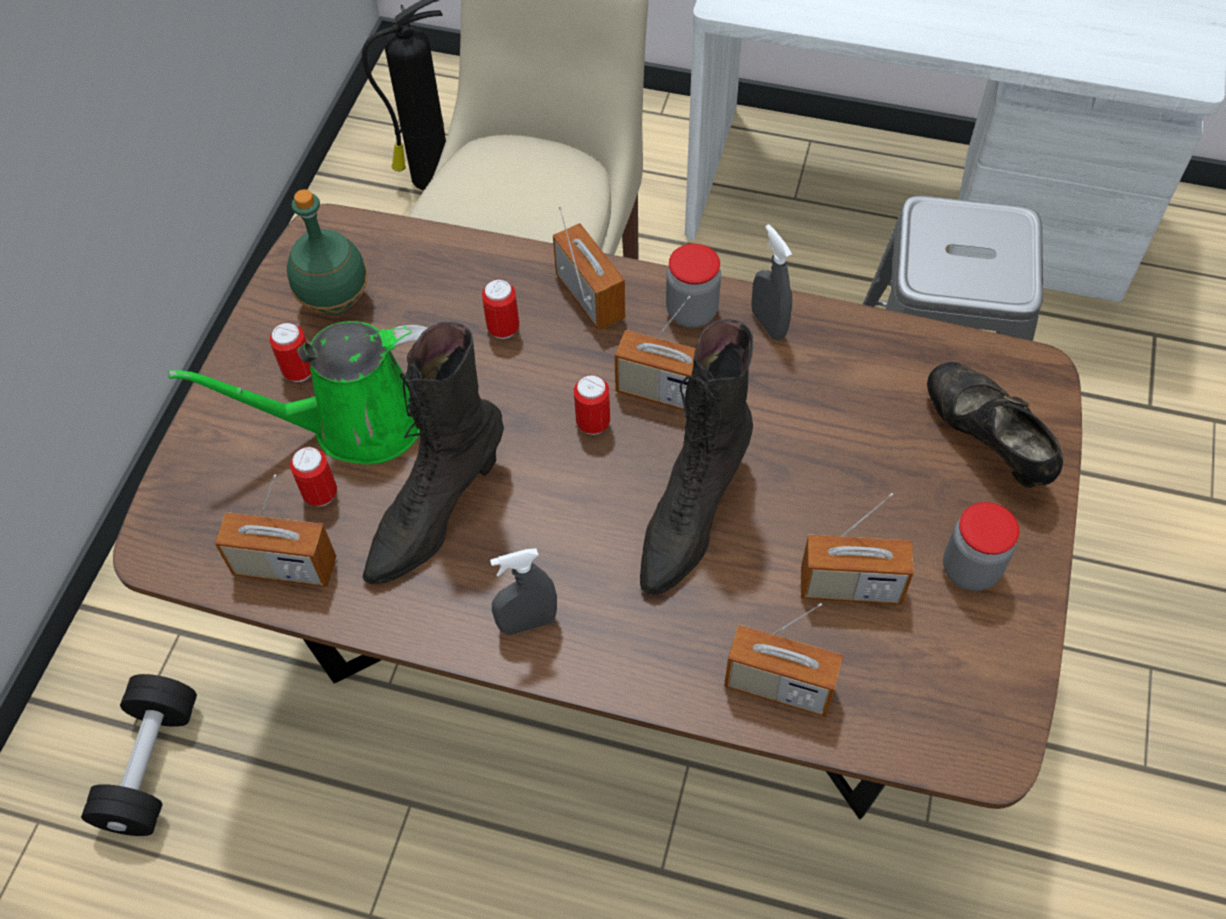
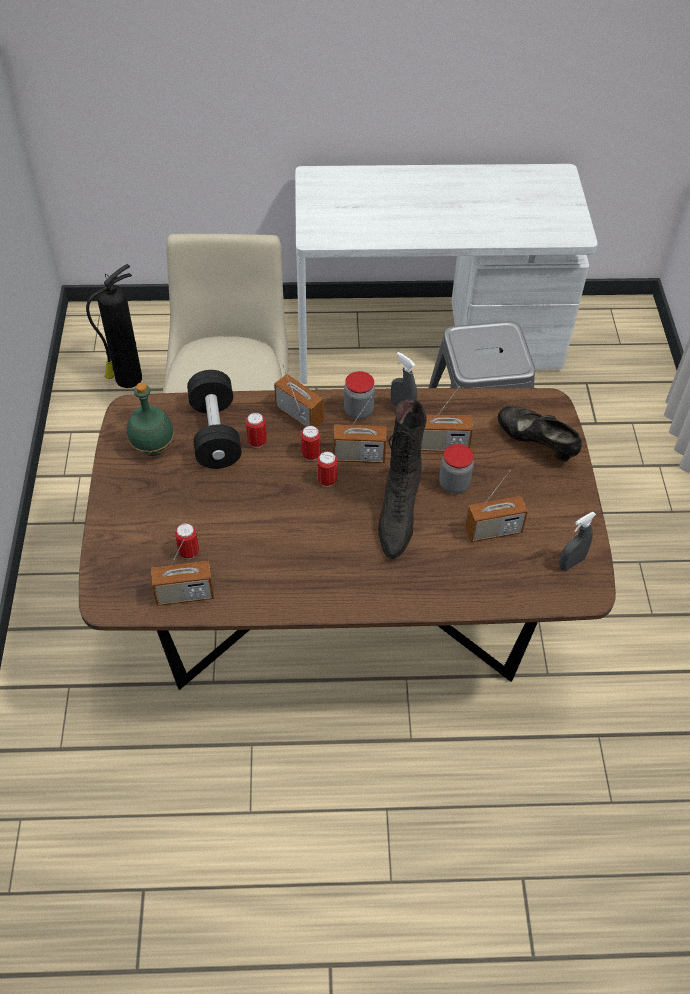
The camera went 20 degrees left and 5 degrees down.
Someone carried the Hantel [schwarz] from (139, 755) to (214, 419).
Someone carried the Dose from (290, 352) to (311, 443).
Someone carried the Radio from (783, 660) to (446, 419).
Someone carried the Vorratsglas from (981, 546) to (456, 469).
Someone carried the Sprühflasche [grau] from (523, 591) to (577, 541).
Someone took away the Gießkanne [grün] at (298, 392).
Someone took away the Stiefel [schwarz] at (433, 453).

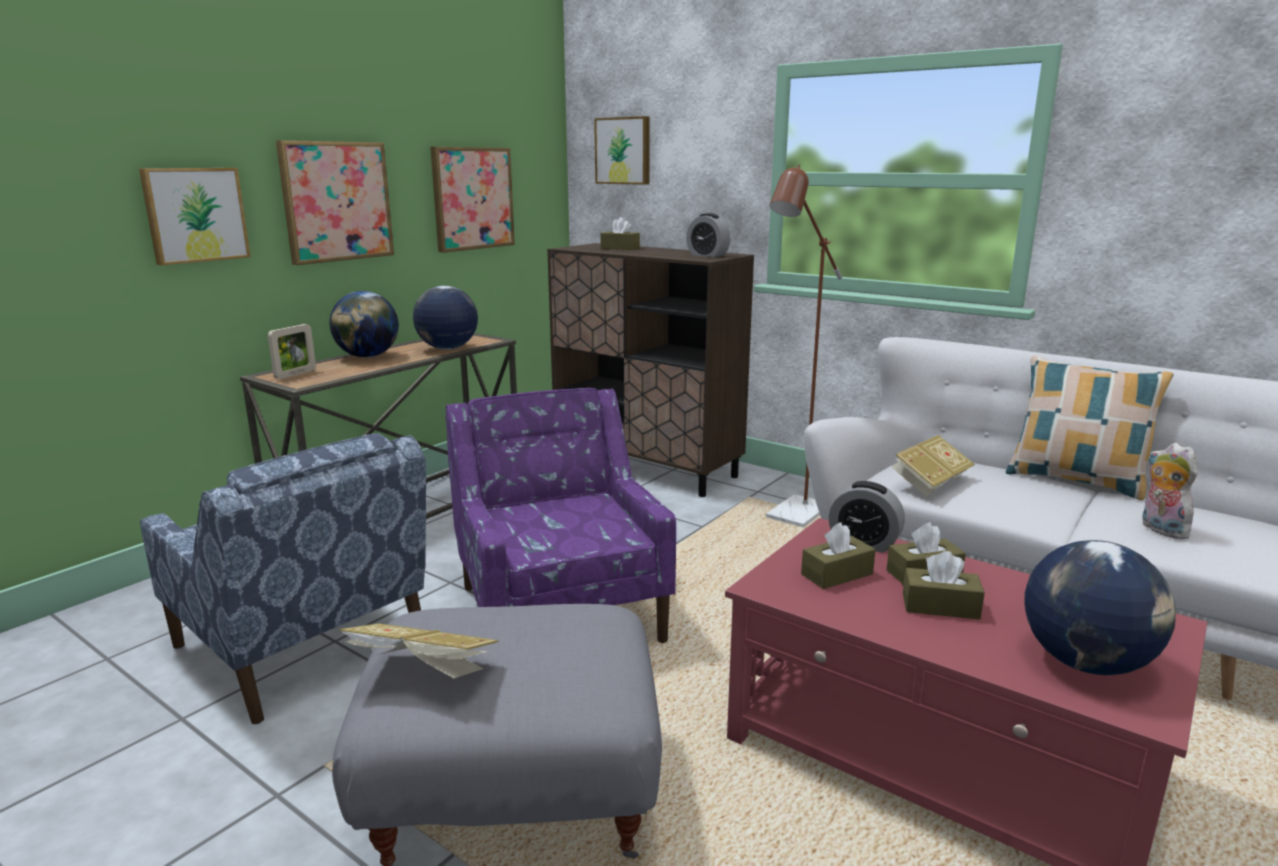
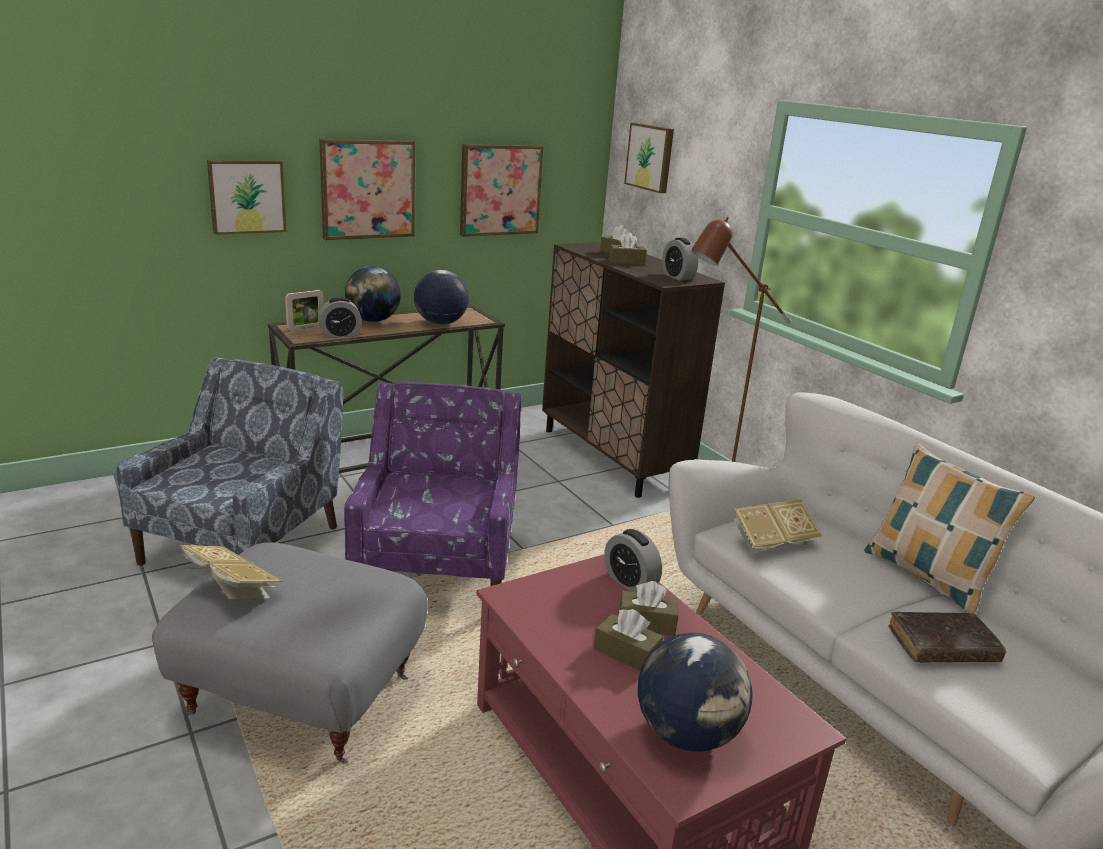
The camera went 20 degrees right and 5 degrees up.
Someone rotated the Sessel [blau] at (283, 578) by 135 degrees counterclockwise.
Someone put down the Wecker at (340, 317).
Someone carried the Taschentuchbox [braun] from (838, 555) to (628, 248).
Someone swapped the Plüschtier at (1170, 491) for the Buch [braun] at (947, 637).

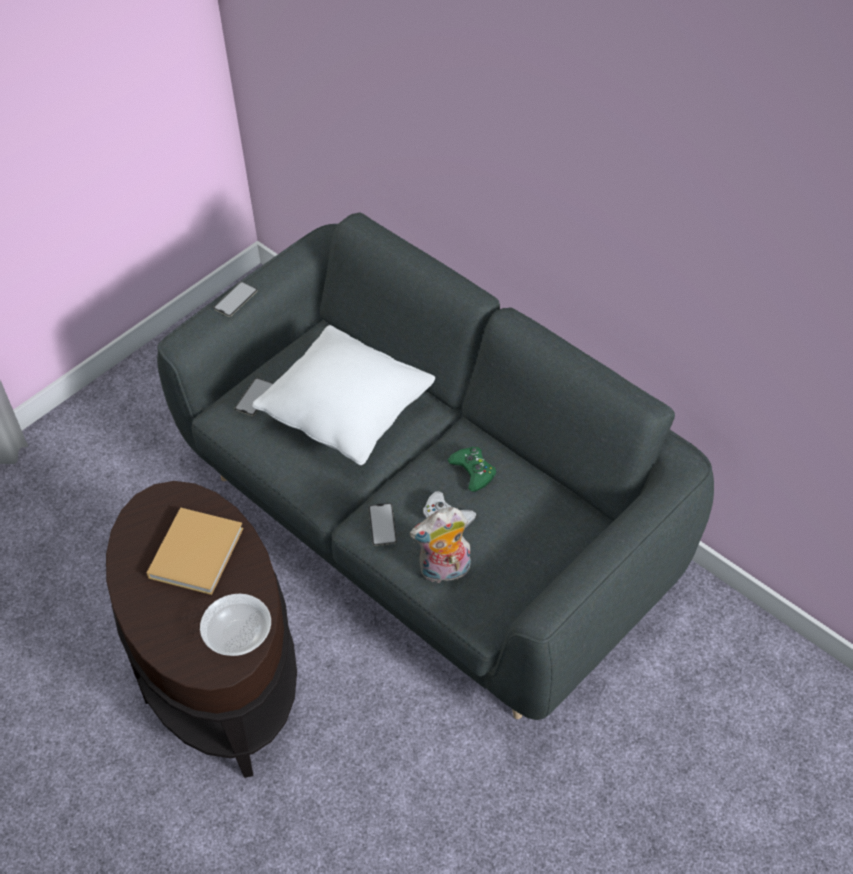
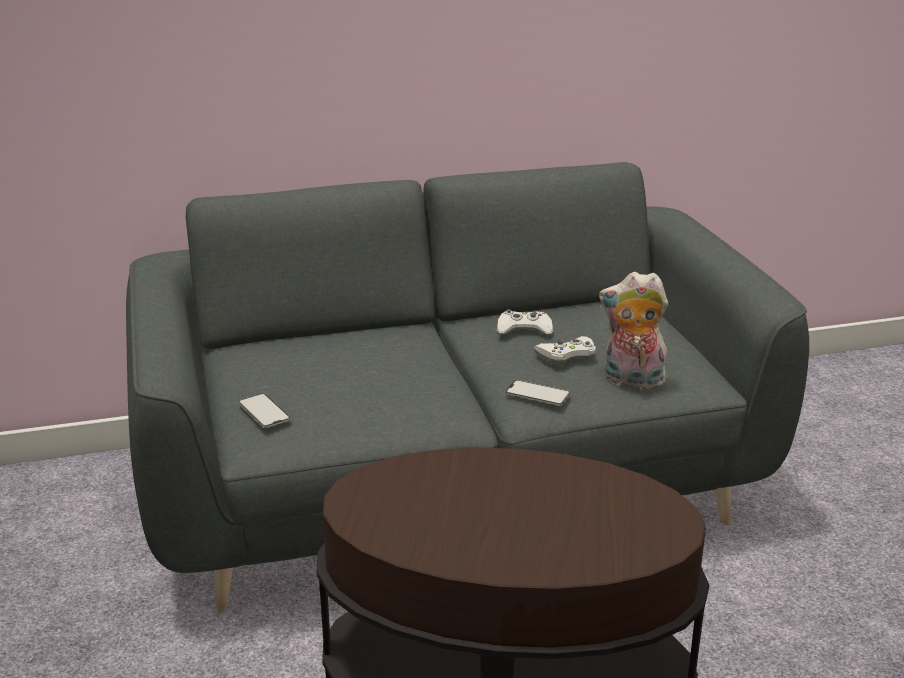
The camera went 60 degrees left and 25 degrees down.
Someone repainted the Gamepad [grün] at (472, 469), which became the Gamepad [weiß] at (525, 322).
Someone rotated the Plüschtier at (440, 545) by 90 degrees clockwise.
Someone took away the Buch [beige] at (195, 551).
Someone took away the Schüssel at (235, 625).
Someone took away the Handy at (235, 299).
Someone took away the Kissen [weiß] at (343, 395).

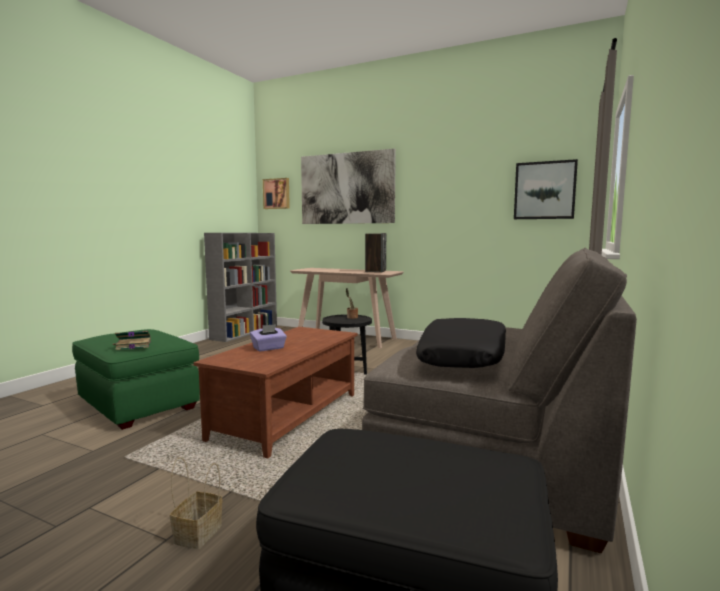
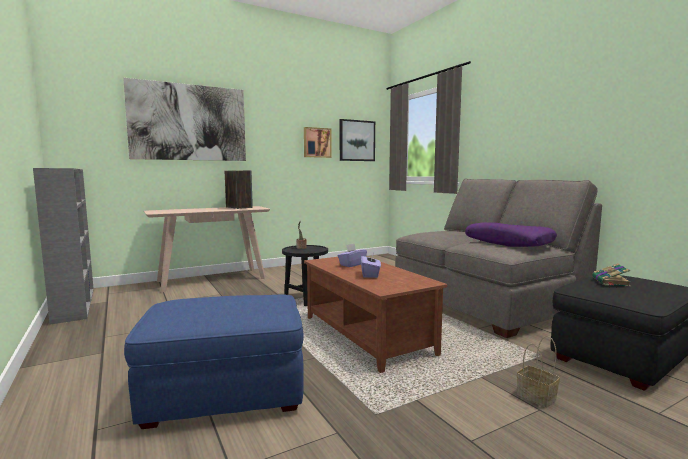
The camera went 55 degrees left and 0 degrees up.
Someone repainted the Polsterhocker [grün] at (136, 379), which became the Polsterhocker [blau] at (214, 361).
Someone carried the Bild from (276, 193) to (318, 142).
Someone put down the Taschentuchbox [lila] at (352, 255).
Someone repainted the Kissen [schwarz] at (461, 343), which became the Kissen [lila] at (511, 234).
Someone carried the Buch from (132, 340) to (611, 275).

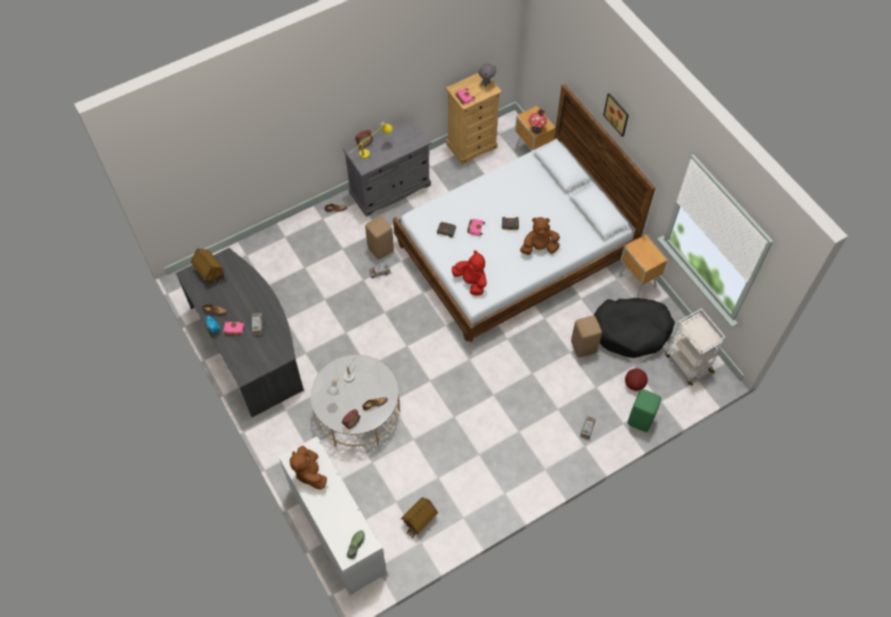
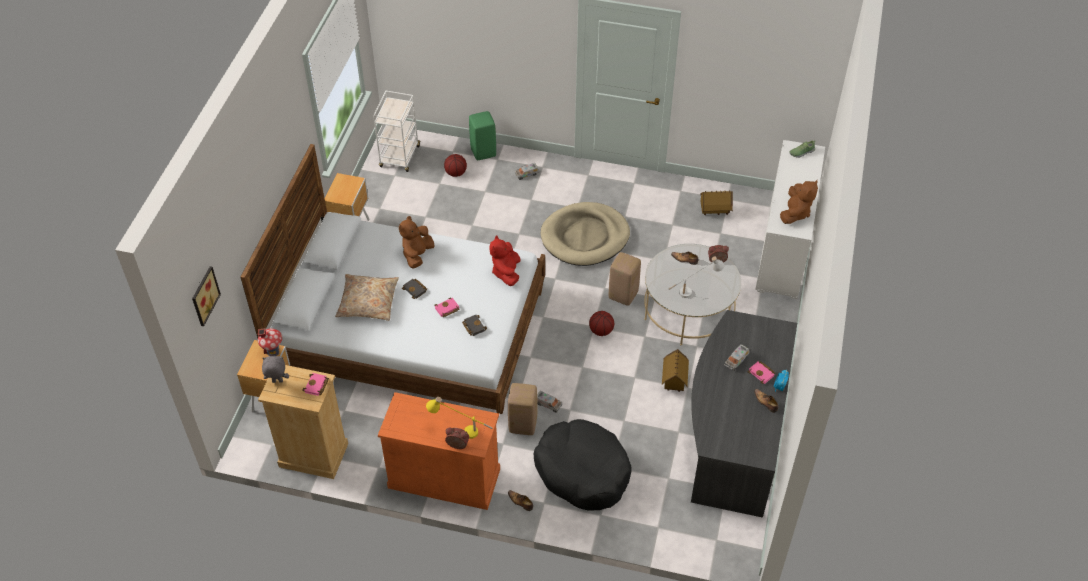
The camera went 135 degrees left and 10 degrees down.
Someone carried the Bild from (616, 115) to (206, 296).
Someone put down the Kissen [beige] at (367, 297).
Someone repainted the Schrank [grau] at (387, 167), which became the Schrank [orange] at (439, 451).
Someone rotated the Plüschtier [braun] at (540, 236) by 75 degrees clockwise.
Someone carried the Hundebett [schwarz] from (634, 328) to (583, 464).
Someone put down the Hundebett [beige] at (585, 234).
Someone put down the Basketball at (601, 323).
Someone carried the Hocker [beige] from (586, 336) to (625, 279).
Someone carried the Spielzeughaus from (208, 267) to (675, 370).

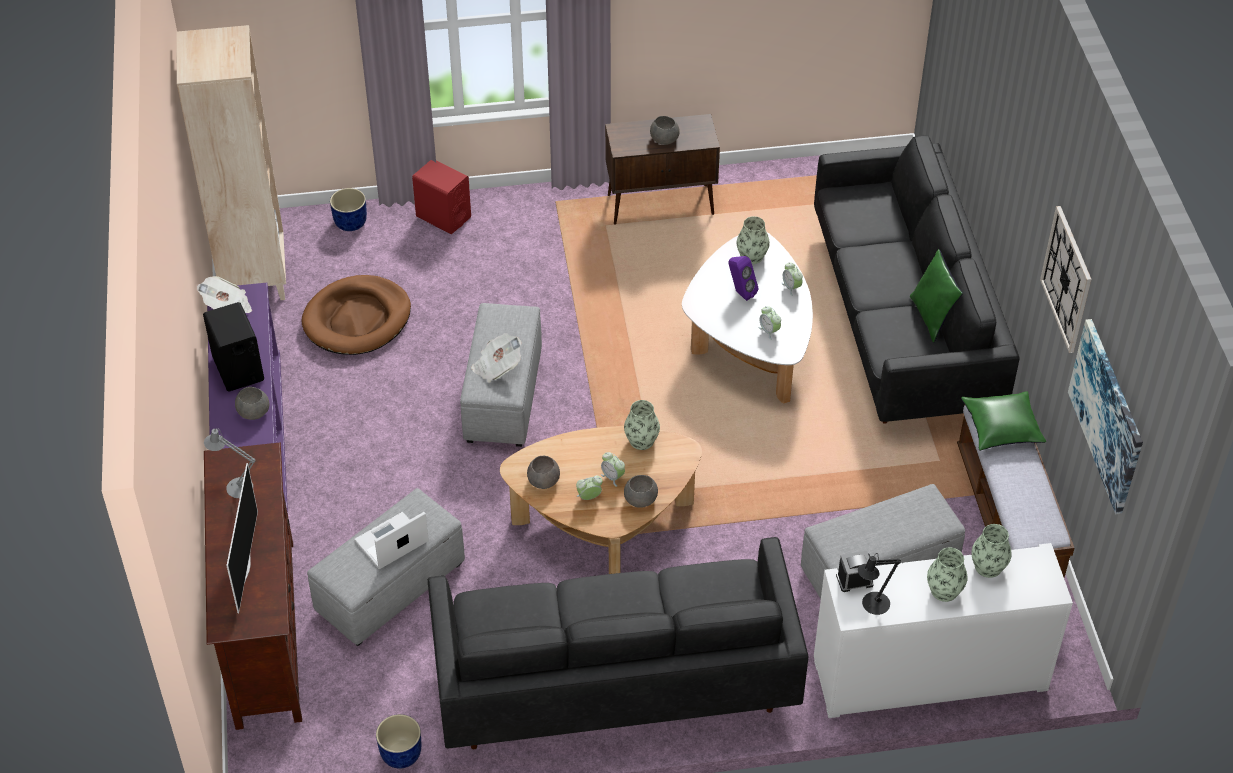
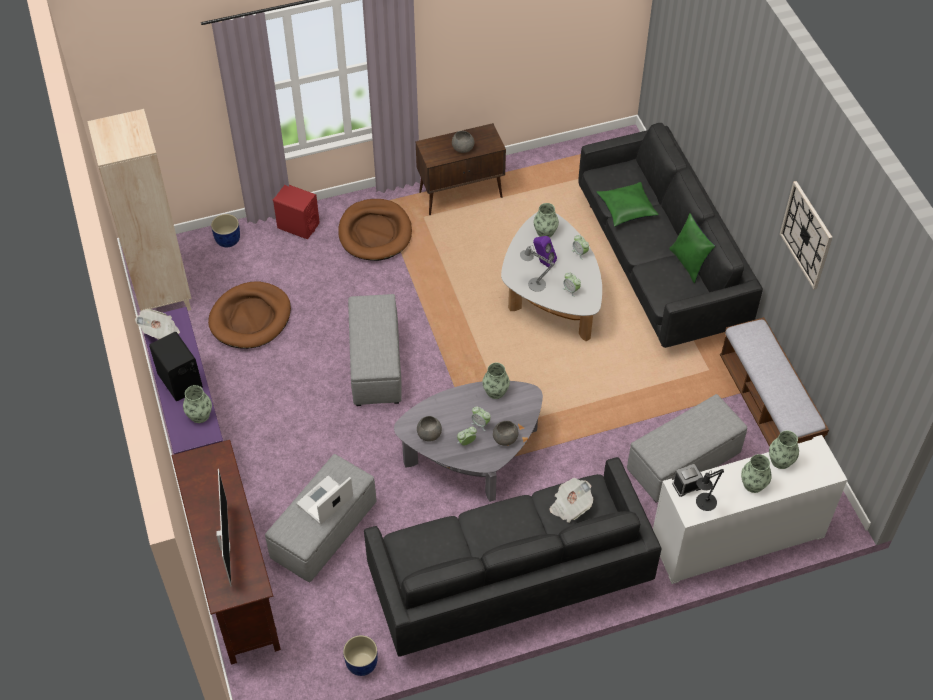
The camera went 10 degrees left and 5 degrees up.
Someone swapped the Schüssel [grau] at (252, 403) for the Vase at (197, 404).
Someone put down the Hundebett [braun] at (375, 230).
Someone repainted the Couchtisch [braun] at (601, 500), which became the Couchtisch [grau] at (468, 441).
Someone carried the Tischlampe [grau] from (230, 463) to (537, 268).
Someone carried the Zeitung from (496, 358) to (571, 500).
Someone carried the Kissen [grün] from (1003, 421) to (627, 204).
Someone took away the Bild at (1105, 416).

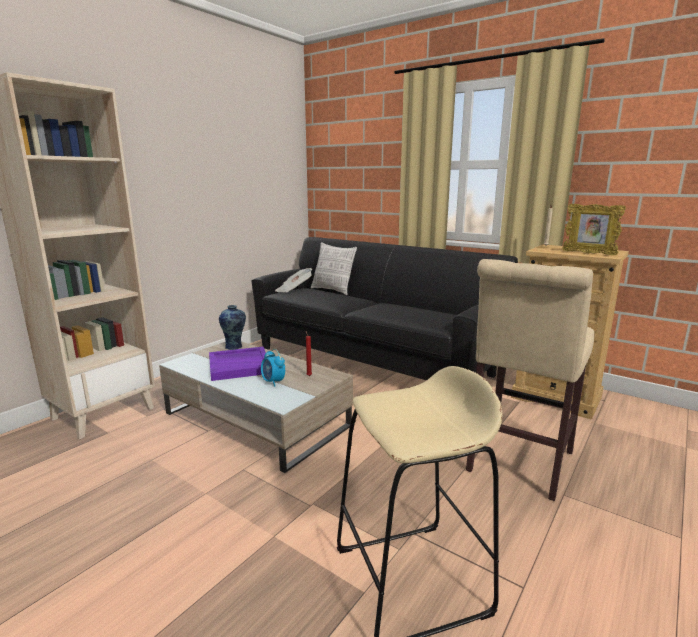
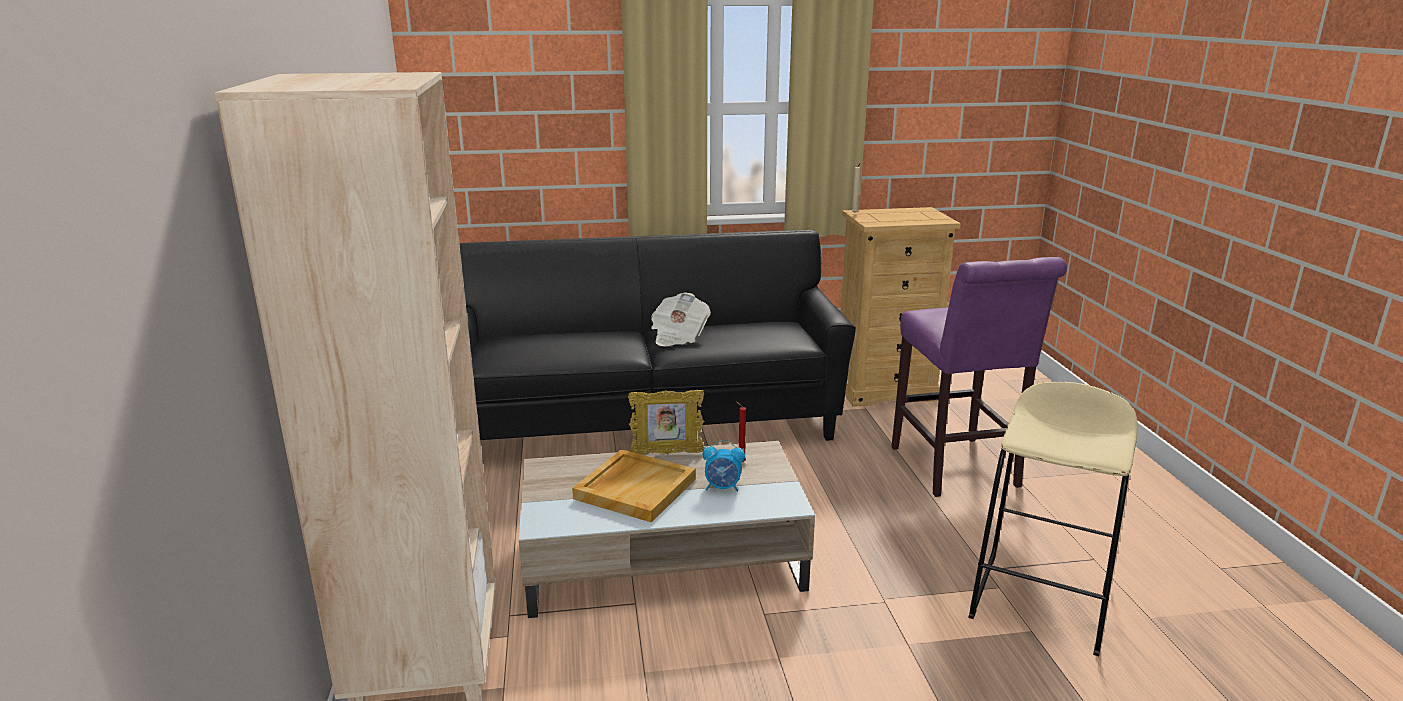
The camera went 45 degrees left and 5 degrees up.
Someone repainted the Tablett [lila] at (237, 364), which became the Tablett [beige] at (634, 486).
Someone carried the Bilderrahmen from (594, 229) to (666, 422).
Someone carried the Zeitung from (293, 280) to (681, 319).
Someone repainted the Hocker [beige] at (530, 380), which became the Hocker [lila] at (979, 377).
Someone took away the Vase at (232, 327).
Someone took away the Kissen at (334, 268).

